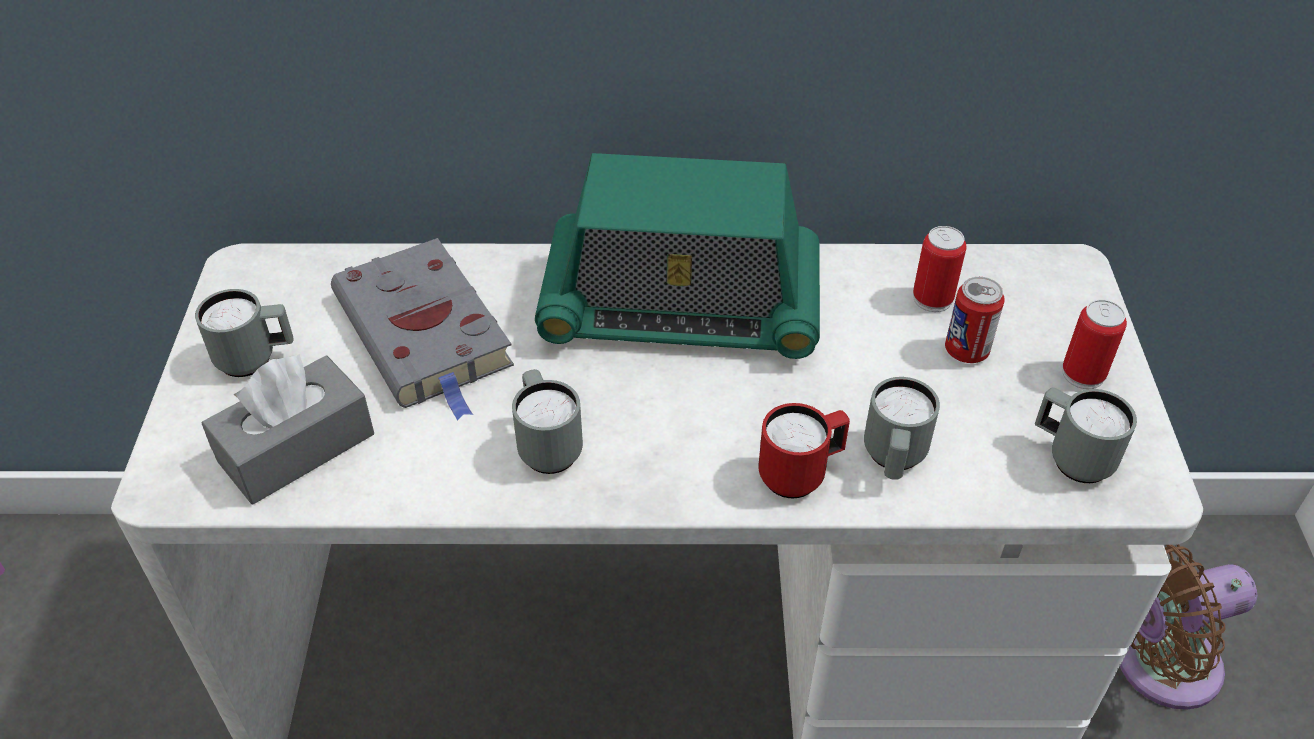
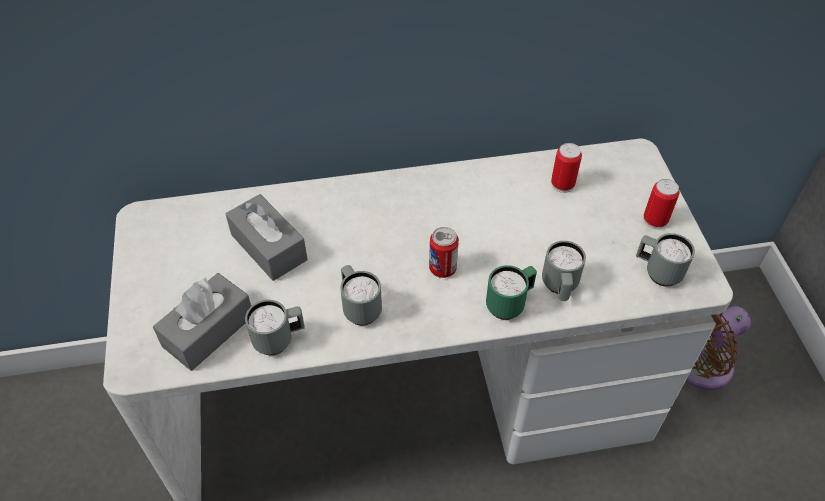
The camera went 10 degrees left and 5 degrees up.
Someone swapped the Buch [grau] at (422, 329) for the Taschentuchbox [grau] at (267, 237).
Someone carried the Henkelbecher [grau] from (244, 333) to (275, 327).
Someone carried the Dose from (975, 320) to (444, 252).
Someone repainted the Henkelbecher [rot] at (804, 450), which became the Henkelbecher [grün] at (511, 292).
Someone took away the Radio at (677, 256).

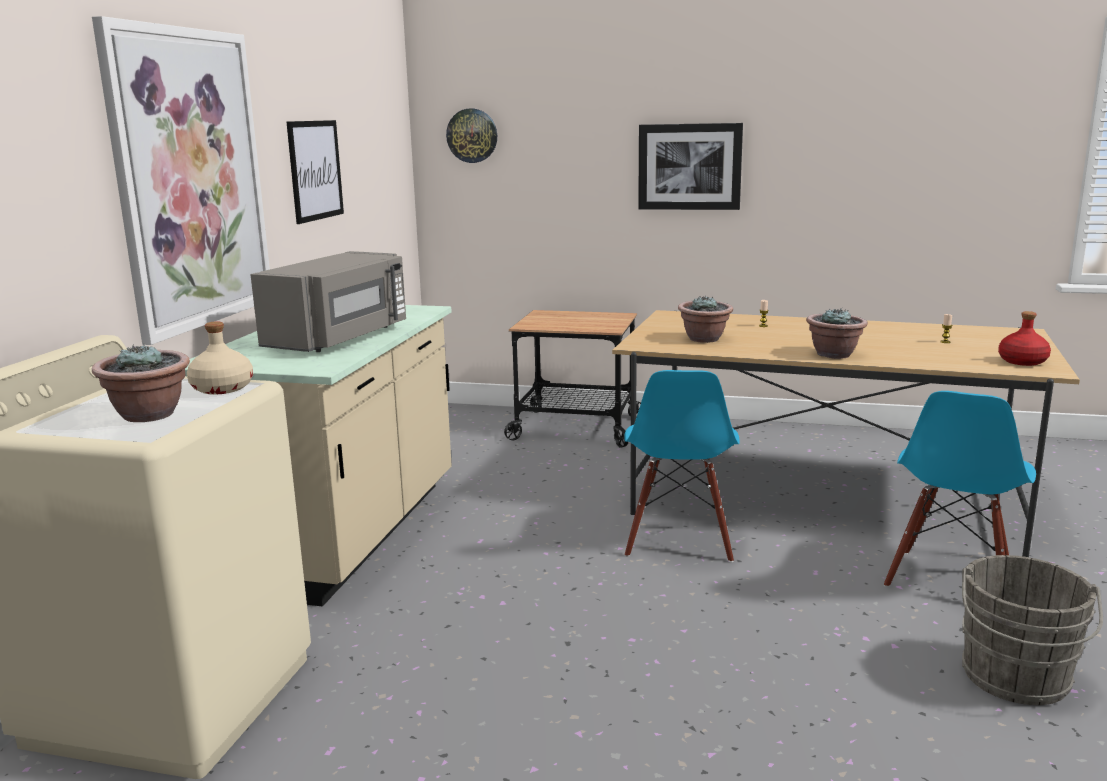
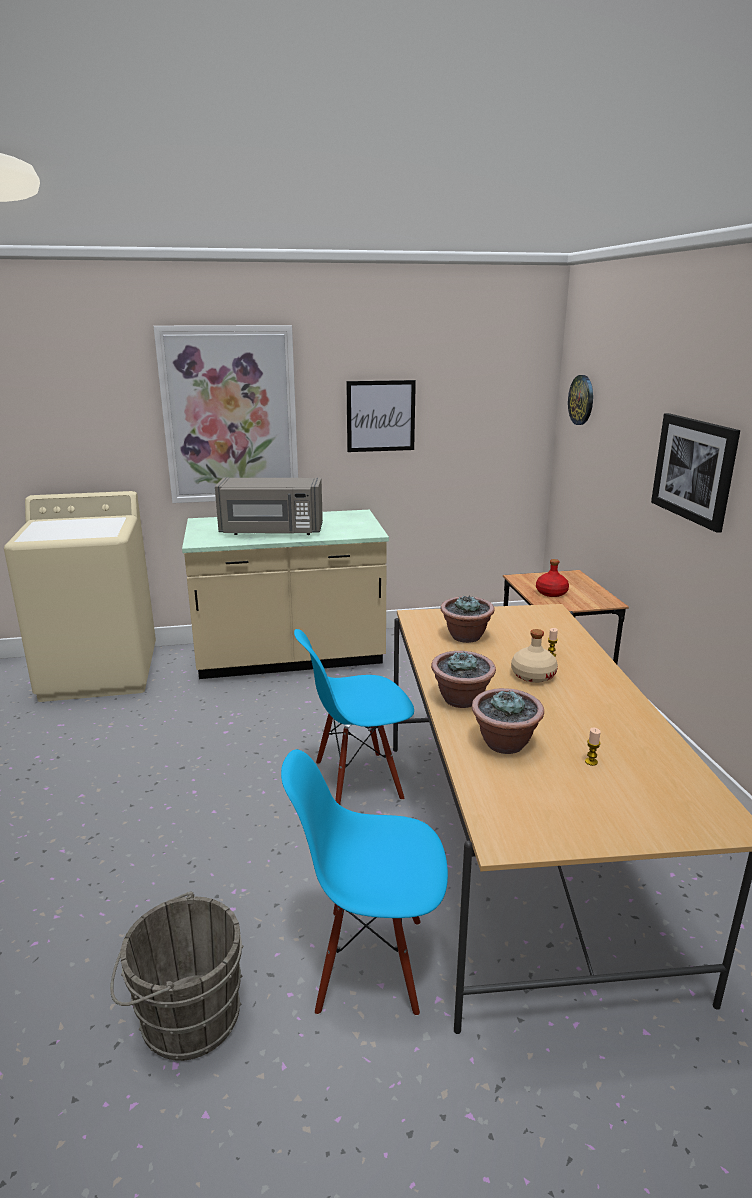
The camera went 65 degrees right and 5 degrees up.
Someone carried the Topfpflanze from (141, 382) to (508, 721).
Someone carried the Flasche [beige] from (220, 358) to (534, 656).
Someone carried the Flasche [rot] from (1024, 338) to (552, 578).

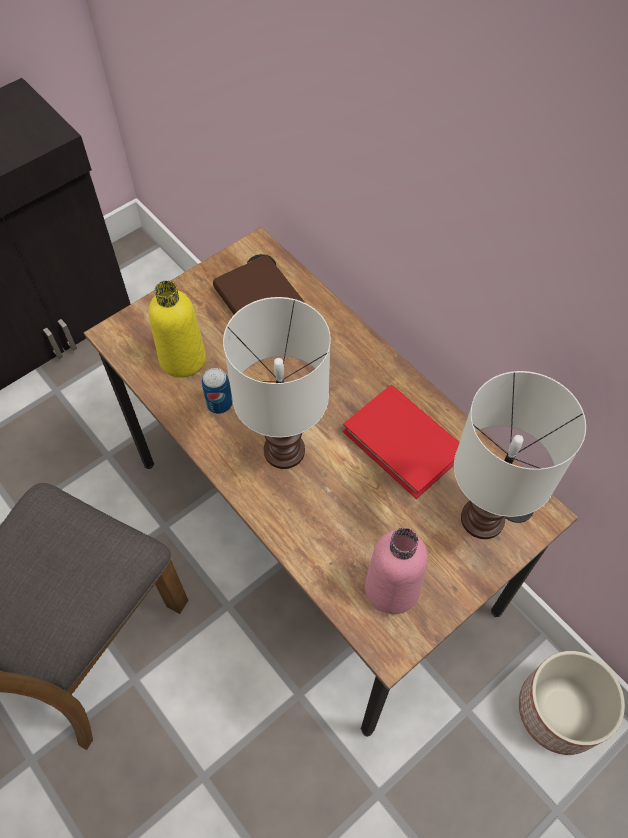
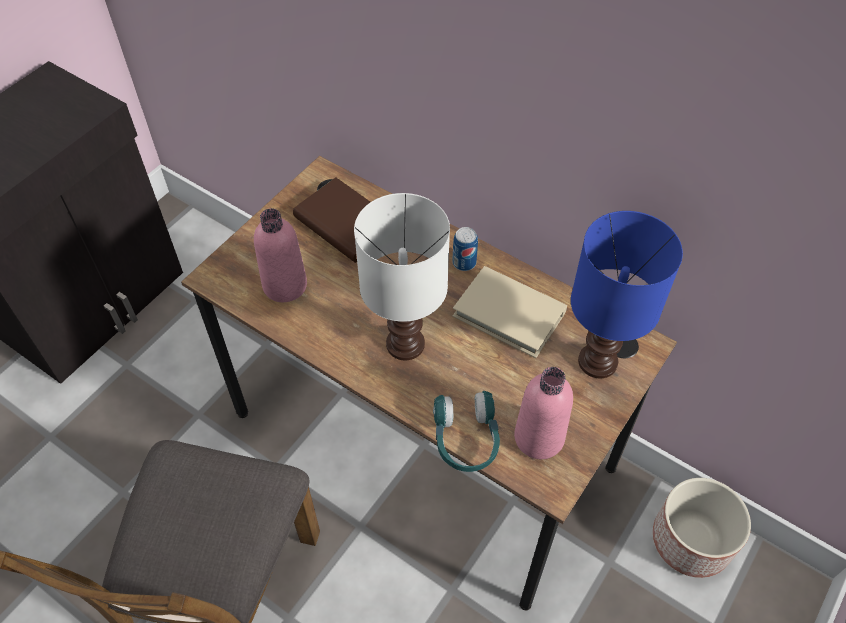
The camera went 15 degrees left and 5 degrees down.
Someone repainted the Flasche [gelb] at (177, 329), which became the Flasche [rosa] at (280, 255).
Someone put down the Kopfhörer [türkis] at (466, 431).
Someone carried the Dose from (217, 391) to (465, 249).
Someone repainted the Buch [rot] at (401, 442), which became the Buch [beige] at (510, 312).
Someone repainted the Tischlampe [weiß] at (520, 455), which became the Tischlampe [blau] at (627, 294).

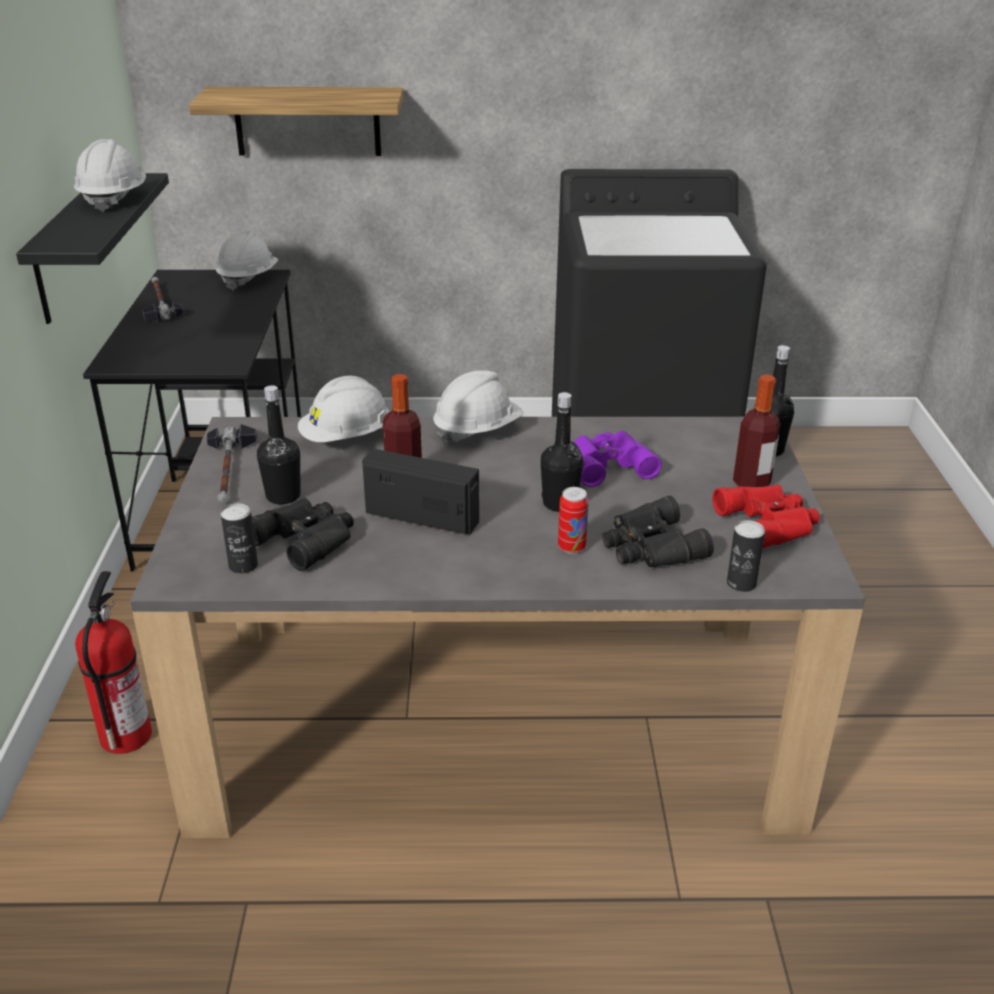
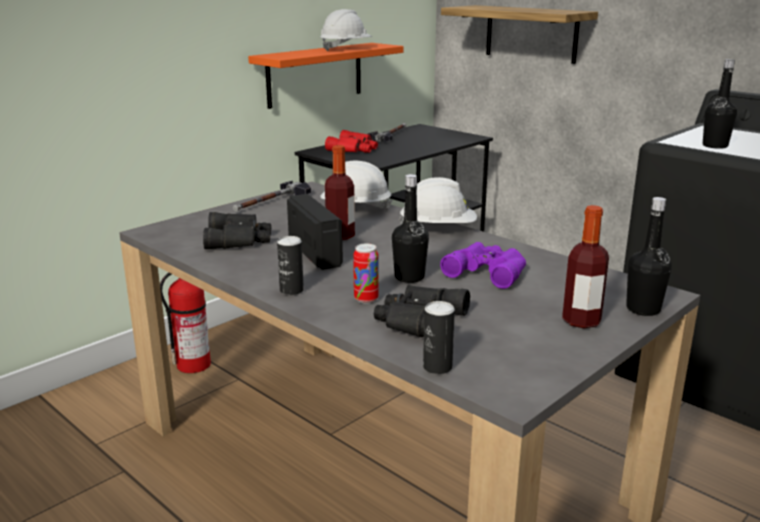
The camera went 45 degrees right and 10 degrees down.
Someone repainted the Wandregal [schwarz] at (92, 248), which became the Wandregal [orange] at (326, 76).
Someone carried the Dose from (239, 538) to (290, 265).
Someone carried the Fernglas [rot] from (766, 516) to (351, 141).
Someone carried the Flasche [schwarz] from (279, 445) to (720, 104).
Someone took away the Schutzhelm [weiß] at (247, 261).

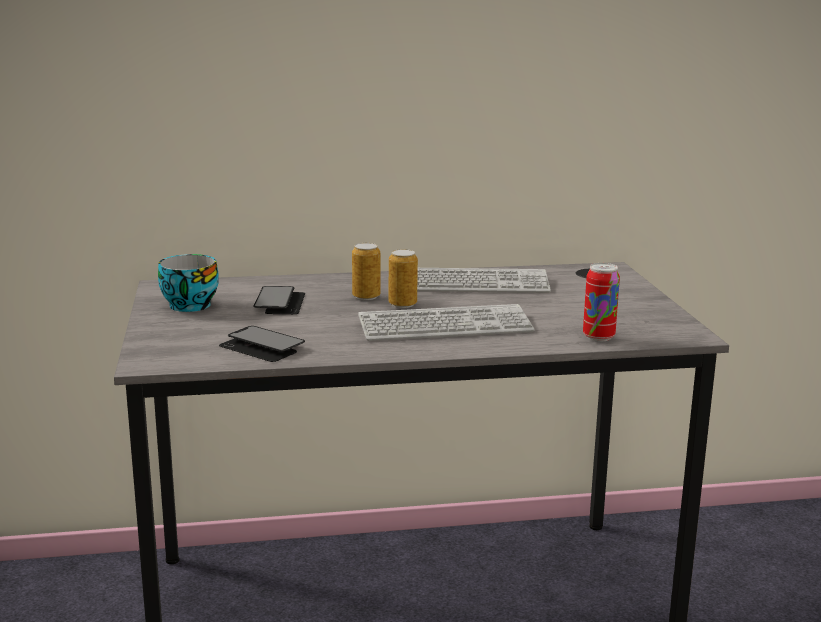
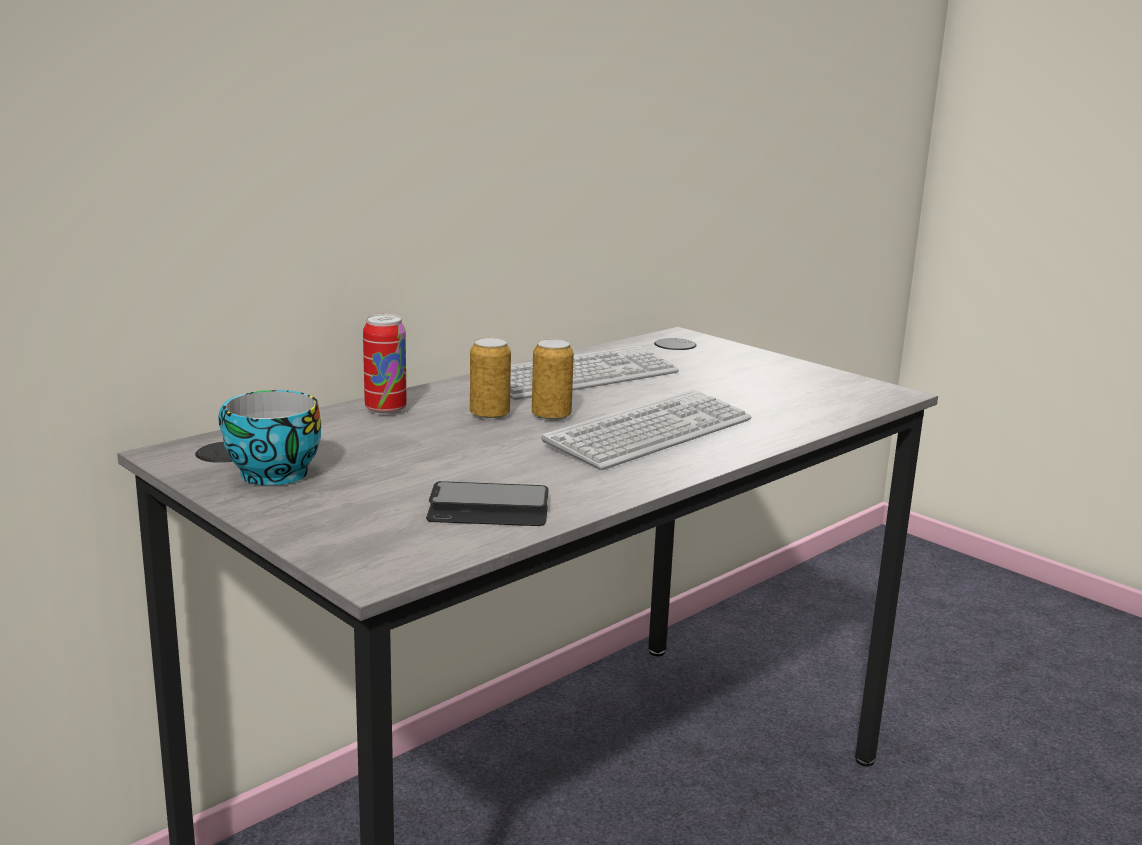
The camera went 35 degrees left and 0 degrees up.
Someone carried the Dose from (601, 302) to (385, 364).
Someone took away the Handy at (279, 300).

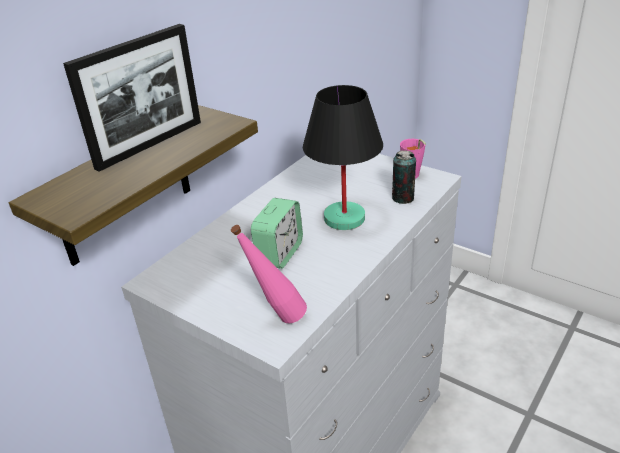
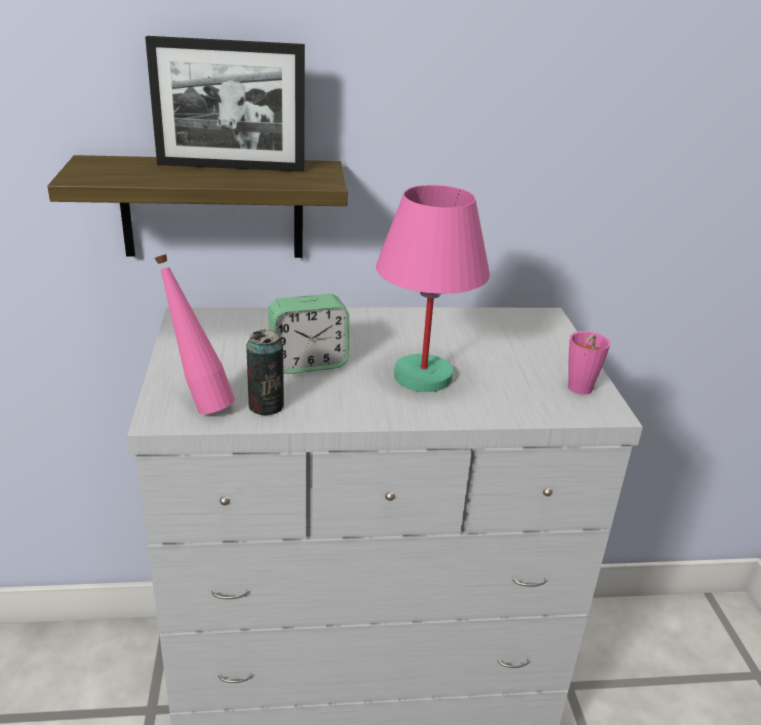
The camera went 45 degrees right and 5 degrees down.
Someone carried the Dose from (404, 177) to (265, 372).
Someone repainted the Tischlampe [schwarz] at (343, 157), which became the Tischlampe [rosa] at (433, 288).

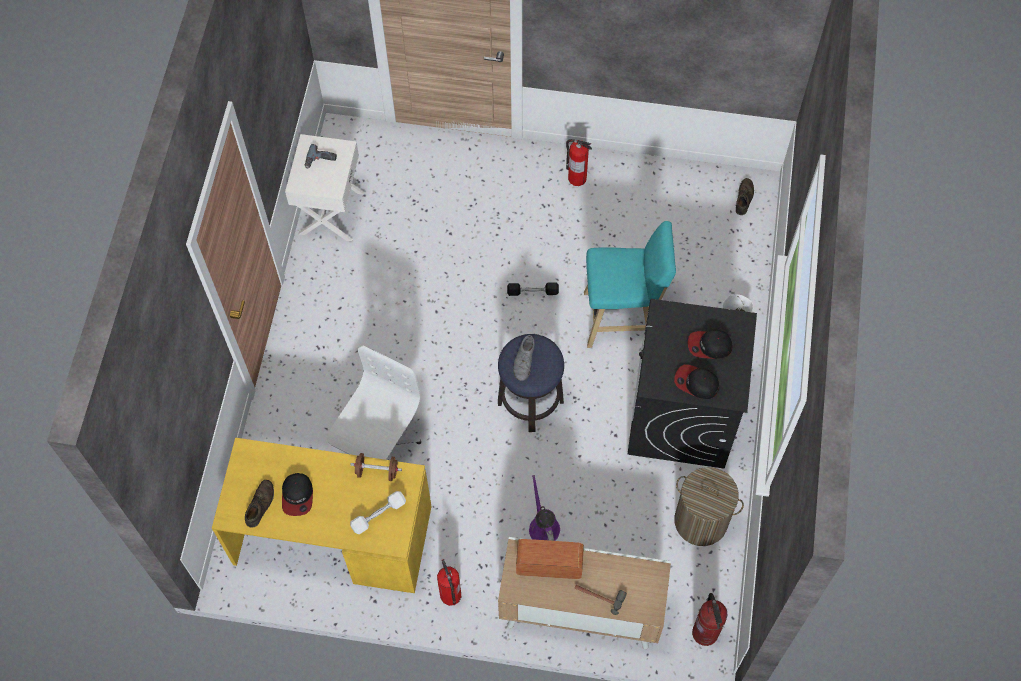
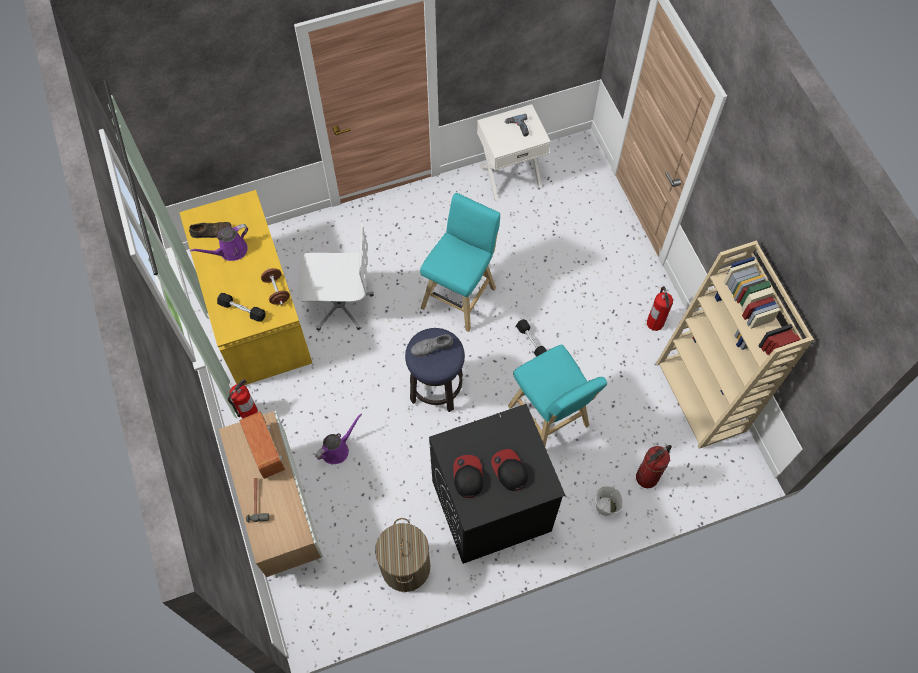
The camera went 60 degrees right and 0 degrees up.
Someone swapped the Kappe at (297, 494) for the Gießkanne [lila] at (219, 242).
Someone repainted the Hantel [weiß] at (378, 512), which became the Hantel [schwarz] at (241, 307).
Someone put down the Hocker [türkis] at (460, 262).
Someone carried the Feuerlöscher from (709, 619) to (654, 466).
Someone put down the Bücherregal [beige] at (735, 344).
Someone took away the Schuh [braun] at (745, 196).

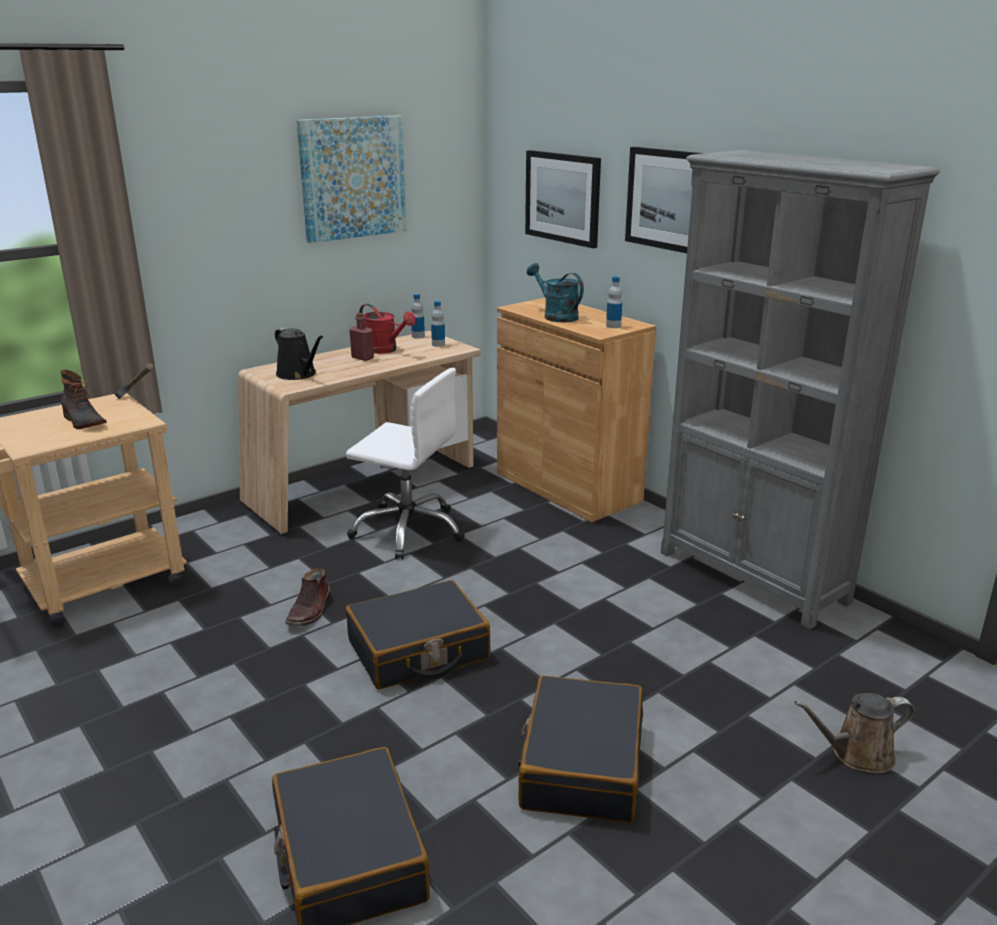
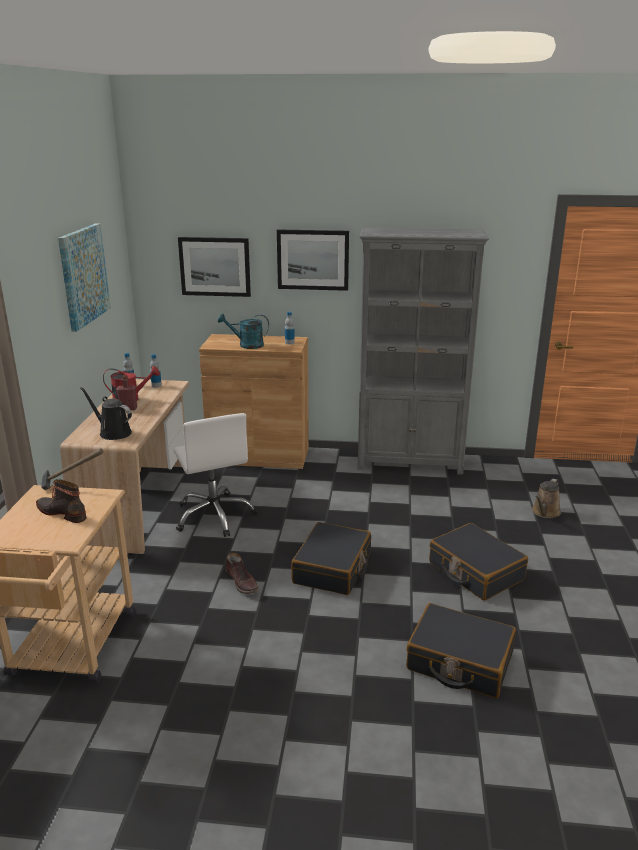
The camera went 45 degrees left and 0 degrees up.
Someone rotated the Stiefel at (83, 399) by 150 degrees counterclockwise.
Someone rotated the Gießkanne [schwarz] at (299, 354) by 150 degrees counterclockwise.
Someone rotated the Bürostuhl [weiß] at (405, 463) by 90 degrees clockwise.

